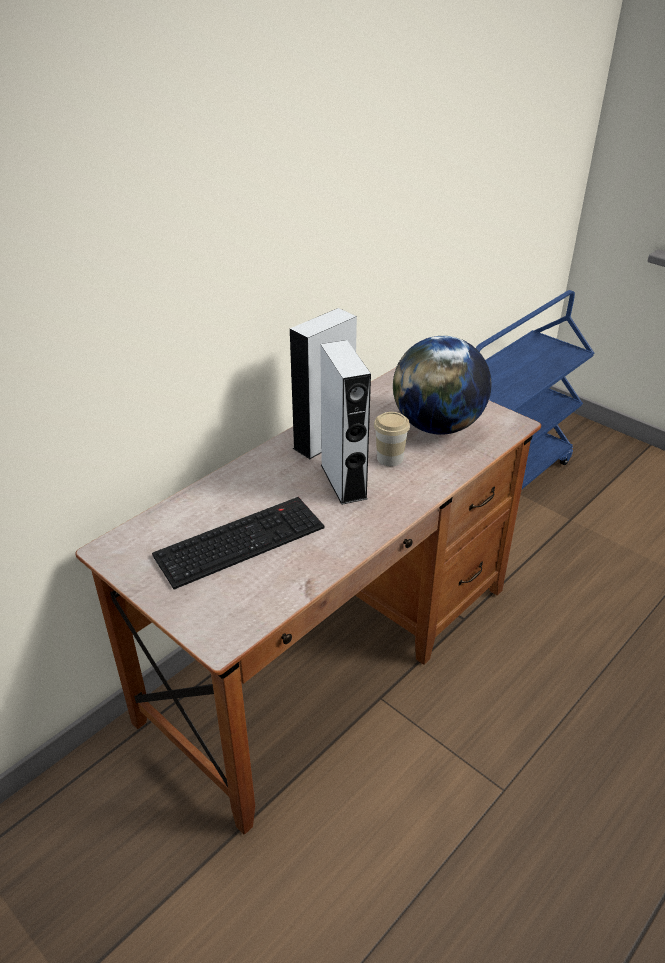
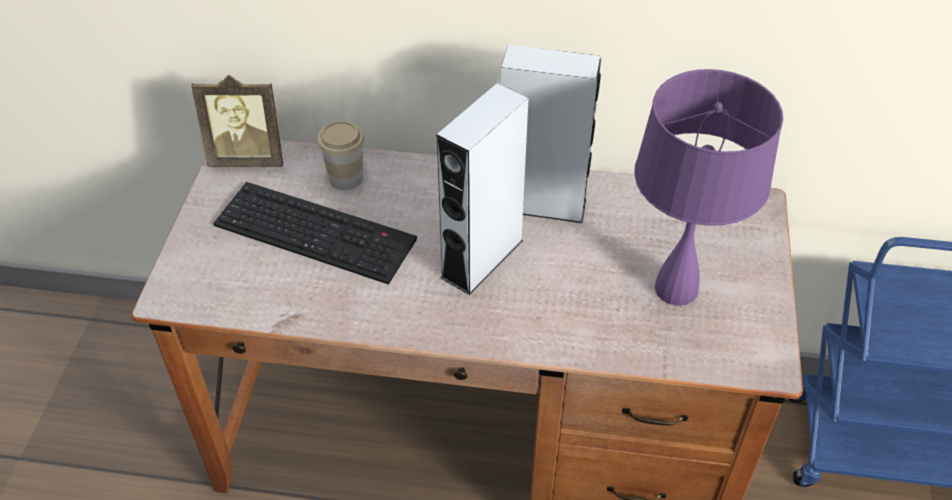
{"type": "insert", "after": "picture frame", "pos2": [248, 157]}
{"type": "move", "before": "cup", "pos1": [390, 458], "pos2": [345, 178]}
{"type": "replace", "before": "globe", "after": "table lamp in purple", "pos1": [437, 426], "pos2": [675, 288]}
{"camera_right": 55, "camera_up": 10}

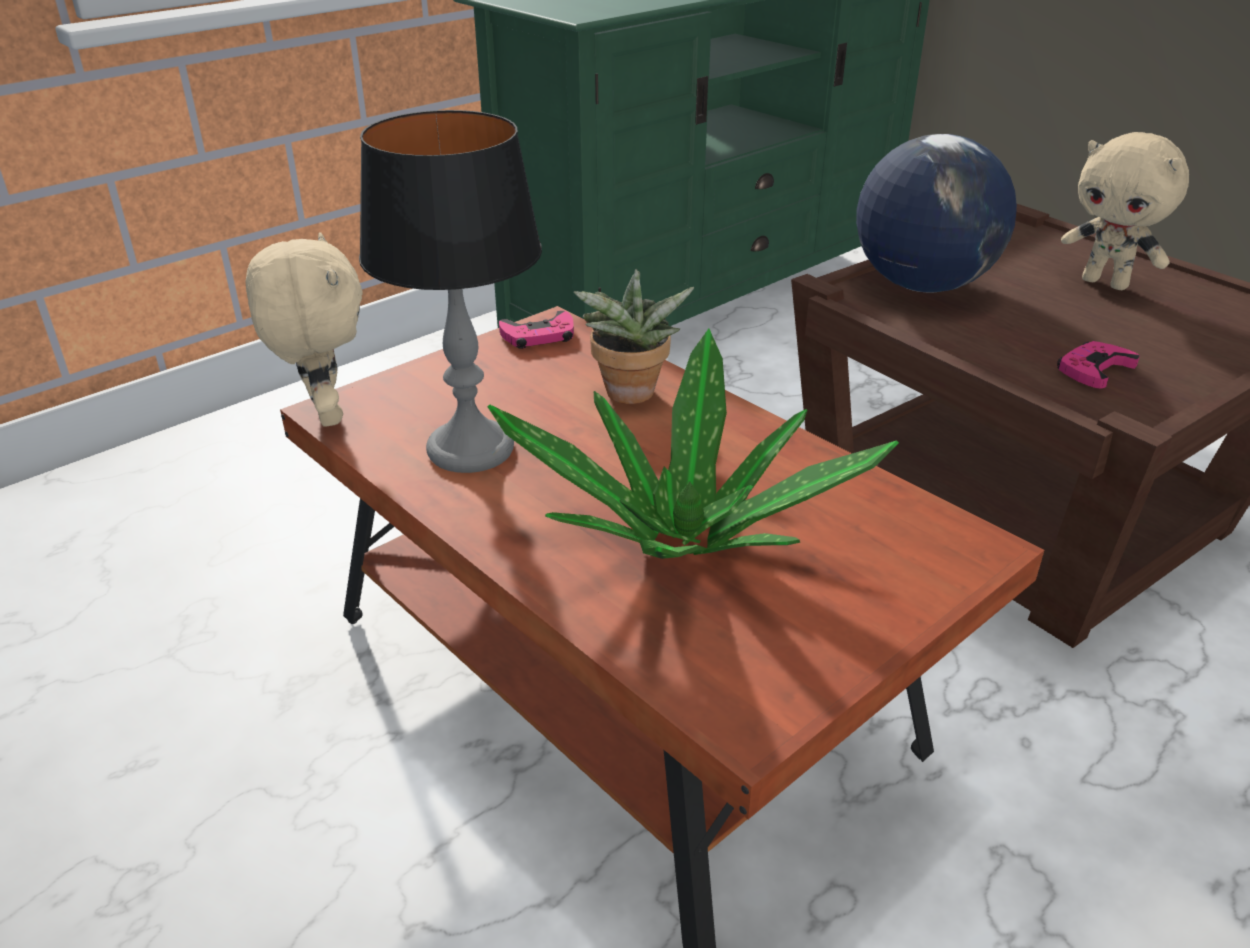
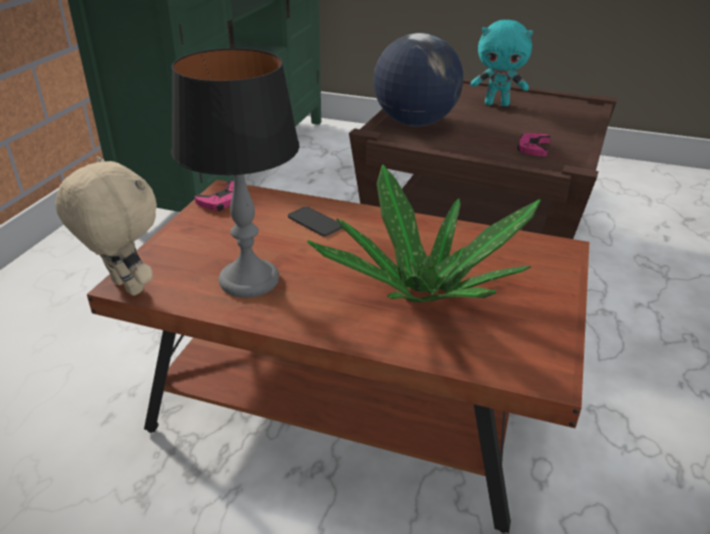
{"type": "replace", "before": "potted plant", "after": "phone", "pos1": [629, 396], "pos2": [315, 222]}
{"type": "recolor", "before": "plush toy in beige", "after": "plush toy in turquoise", "pos1": [1106, 283], "pos2": [497, 104]}
{"camera_right": -30, "camera_up": 0}

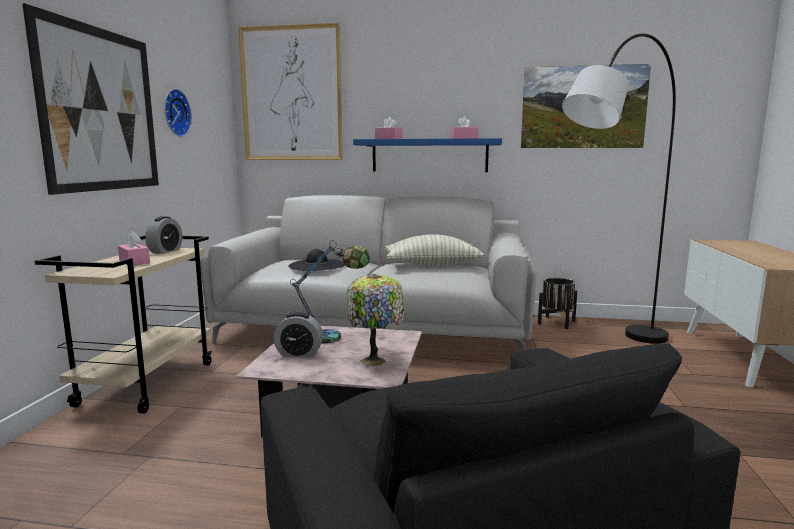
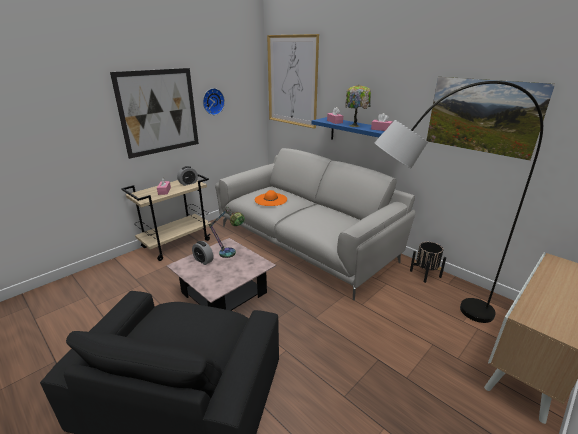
{"type": "recolor", "before": "hat in black", "after": "hat in orange", "pos1": [317, 265], "pos2": [271, 199]}
{"type": "move", "before": "table lamp", "pos1": [375, 360], "pos2": [355, 126]}
{"type": "delete", "before": "pillow", "pos1": [432, 265]}
{"camera_right": 35, "camera_up": 15}

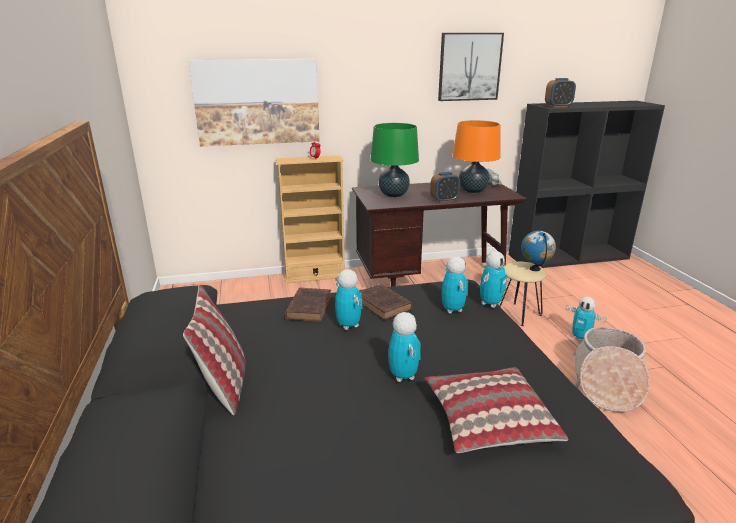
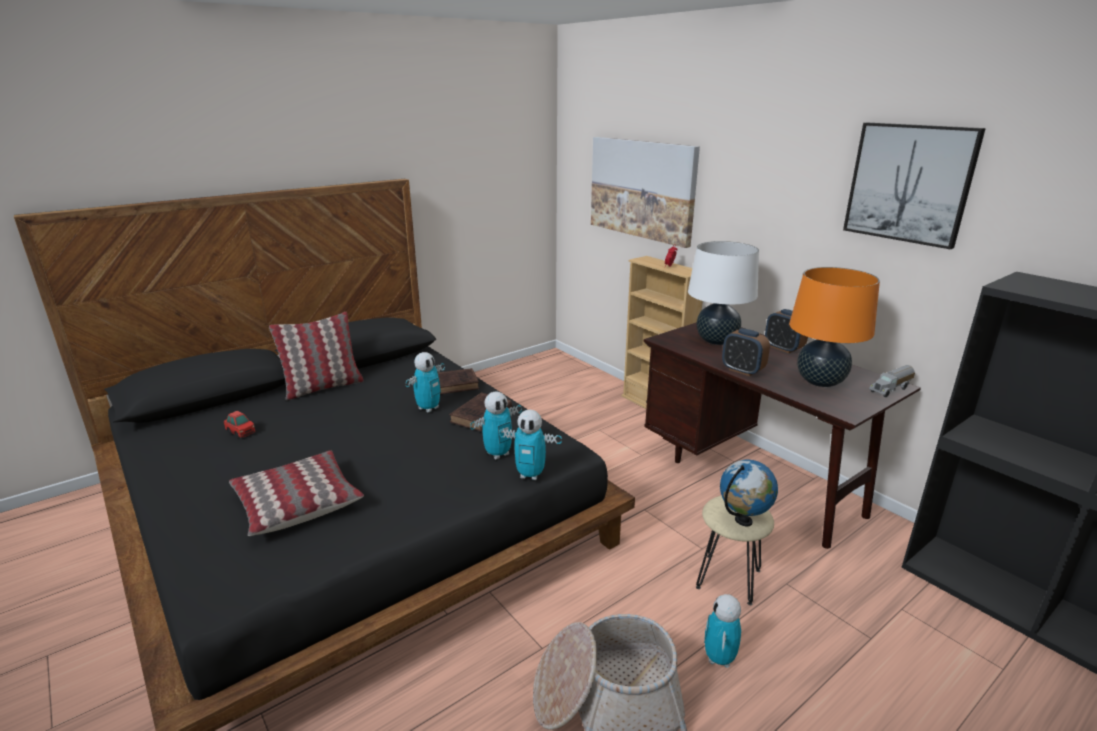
{"type": "insert", "after": "toy car", "pos2": [241, 432]}
{"type": "recolor", "before": "table lamp in green", "after": "table lamp in white", "pos1": [393, 195], "pos2": [716, 341]}
{"type": "move", "before": "alarm clock", "pos1": [558, 106], "pos2": [783, 348]}
{"type": "delete", "before": "toy robot", "pos1": [403, 376]}
{"camera_right": 65, "camera_up": 0}

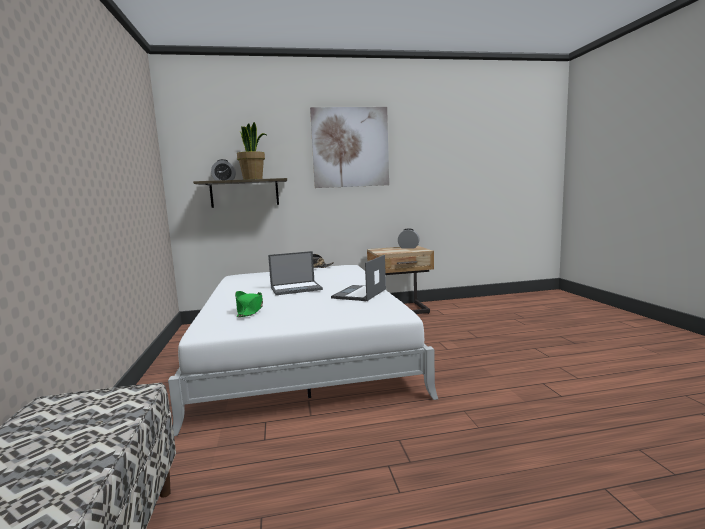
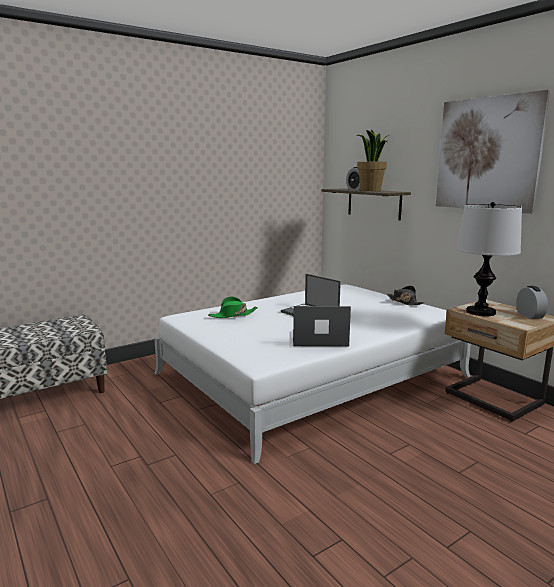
{"type": "insert", "after": "table lamp", "pos2": [481, 312]}
{"camera_right": 65, "camera_up": 5}

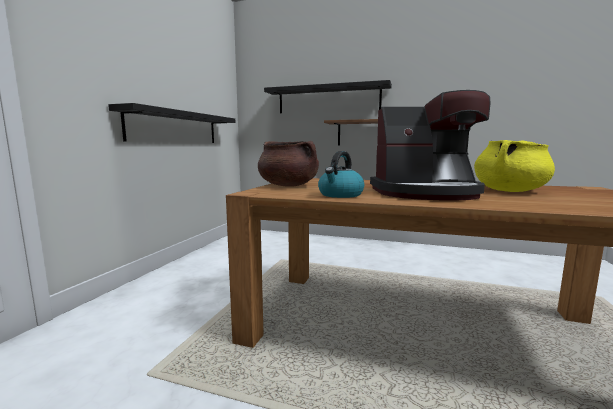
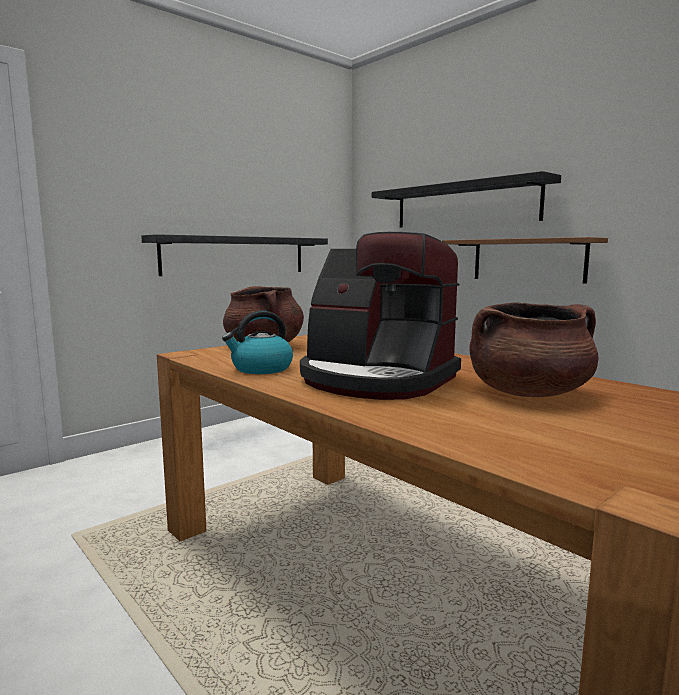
{"type": "recolor", "before": "cooking pot in yellow", "after": "cooking pot in brown", "pos1": [509, 191], "pos2": [529, 393]}
{"camera_right": 30, "camera_up": 0}

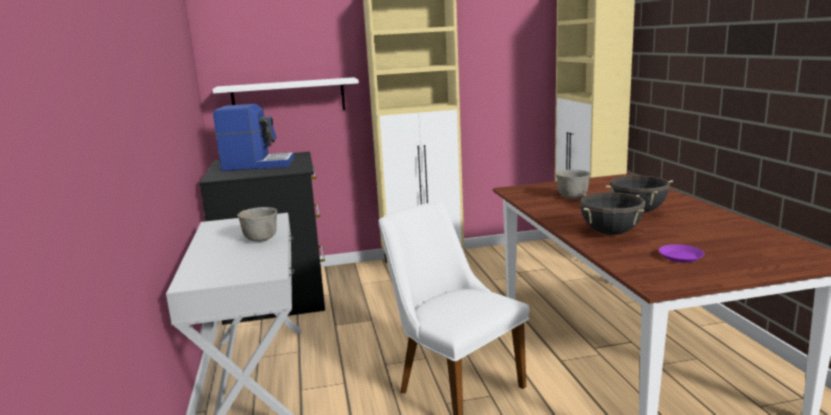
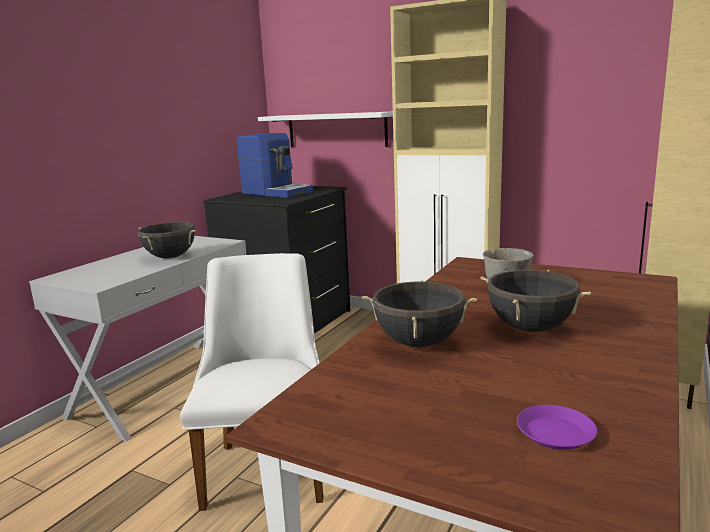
{"type": "replace", "before": "bowl in grey", "after": "cooking pot in black", "pos1": [260, 239], "pos2": [170, 257]}
{"type": "move", "before": "plate in purple", "pos1": [680, 256], "pos2": [555, 433]}
{"camera_right": 40, "camera_up": 0}

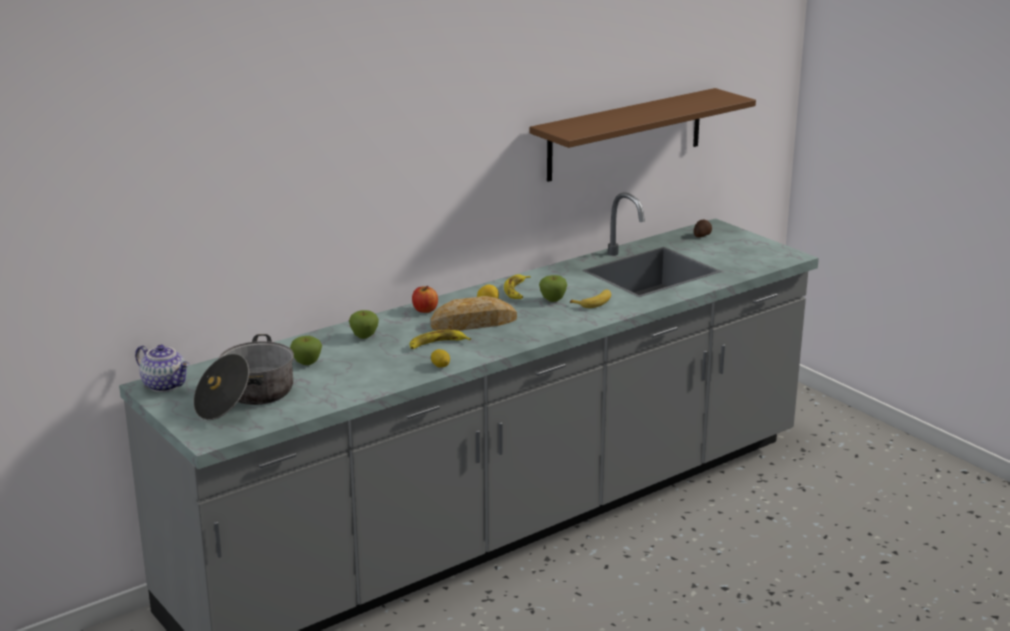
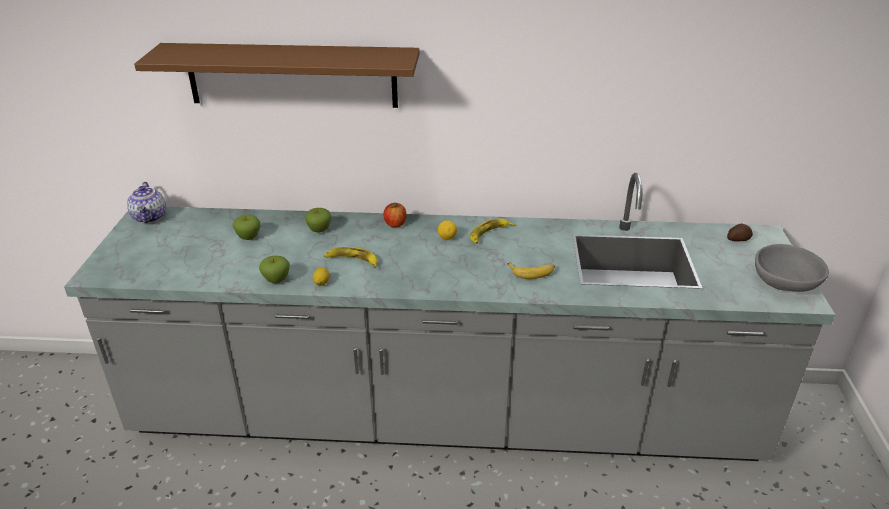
{"type": "move", "before": "shelf in brown", "pos1": [625, 134], "pos2": [292, 75]}
{"type": "move", "before": "apple", "pos1": [553, 300], "pos2": [276, 280]}
{"type": "insert", "after": "bowl in grey", "pos2": [783, 284]}
{"type": "delete", "before": "cooking pot", "pos1": [246, 398]}
{"type": "delete", "before": "bread", "pos1": [473, 323]}
{"camera_right": 40, "camera_up": 10}

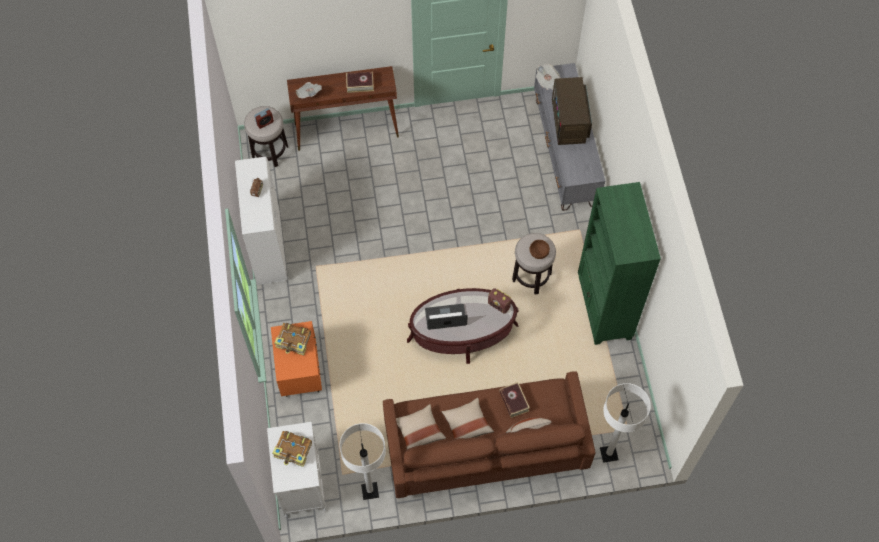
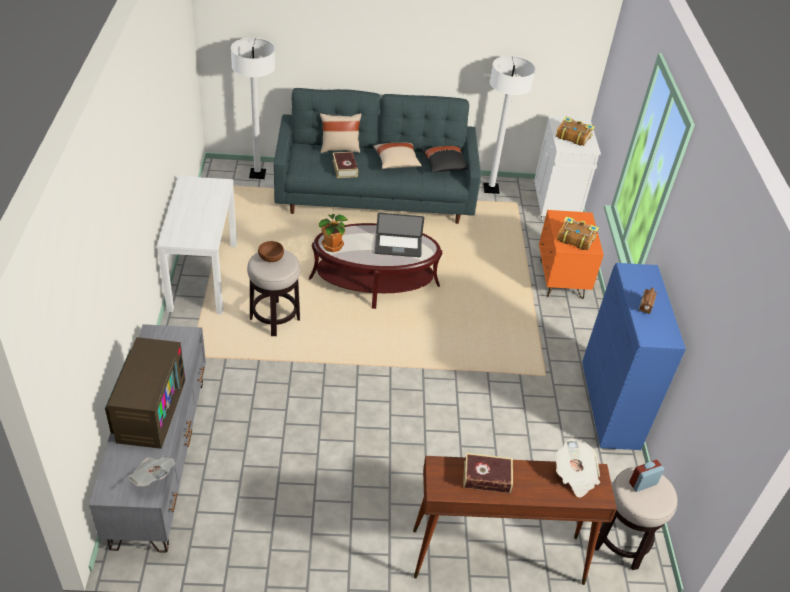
{"type": "replace", "before": "bookcase in green", "after": "console table in white", "pos1": [604, 308], "pos2": [203, 275]}
{"type": "recolor", "before": "sofa in brown", "after": "sofa in grey", "pos1": [485, 447], "pos2": [375, 197]}
{"type": "replace", "before": "radio", "after": "potted plant", "pos1": [499, 305], "pos2": [333, 246]}
{"type": "recolor", "before": "pillow in beige", "after": "pillow in black", "pos1": [419, 431], "pos2": [444, 166]}
{"type": "recolor", "before": "cabinet in white", "after": "cabinet in blue", "pos1": [268, 247], "pos2": [609, 407]}
{"camera_right": -175, "camera_up": -20}

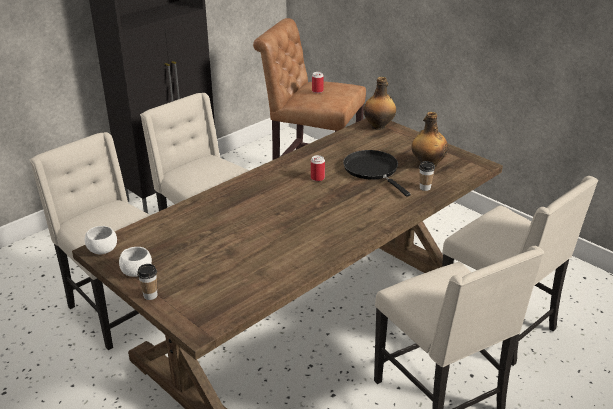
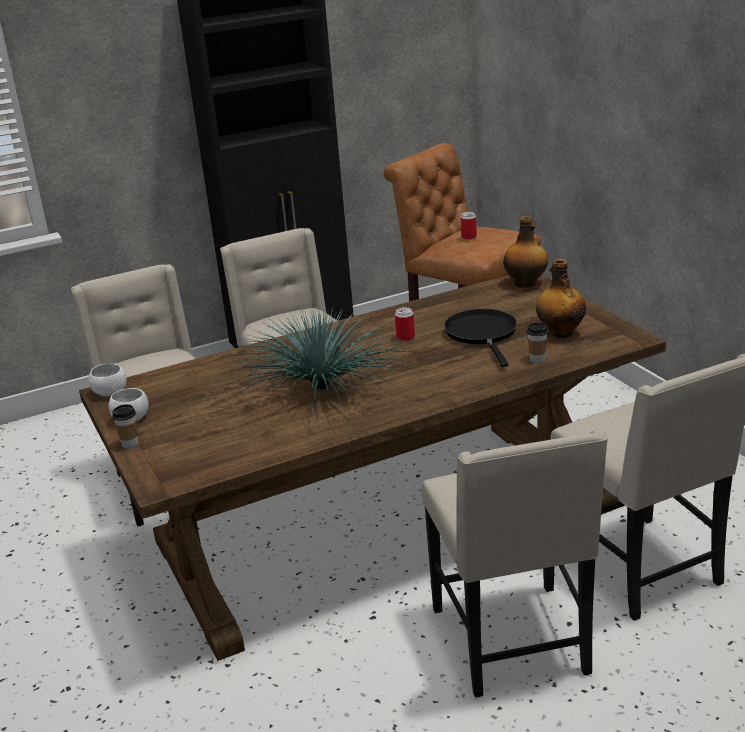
{"type": "insert", "after": "potted plant", "pos2": [322, 389]}
{"camera_right": 20, "camera_up": -5}

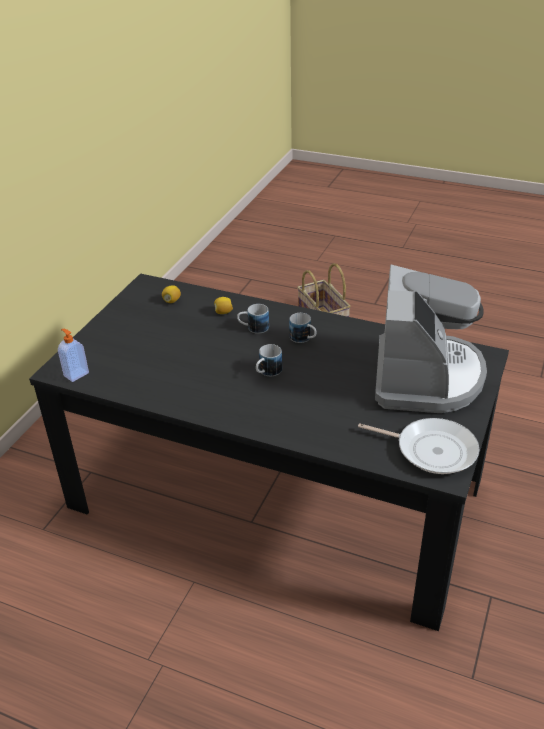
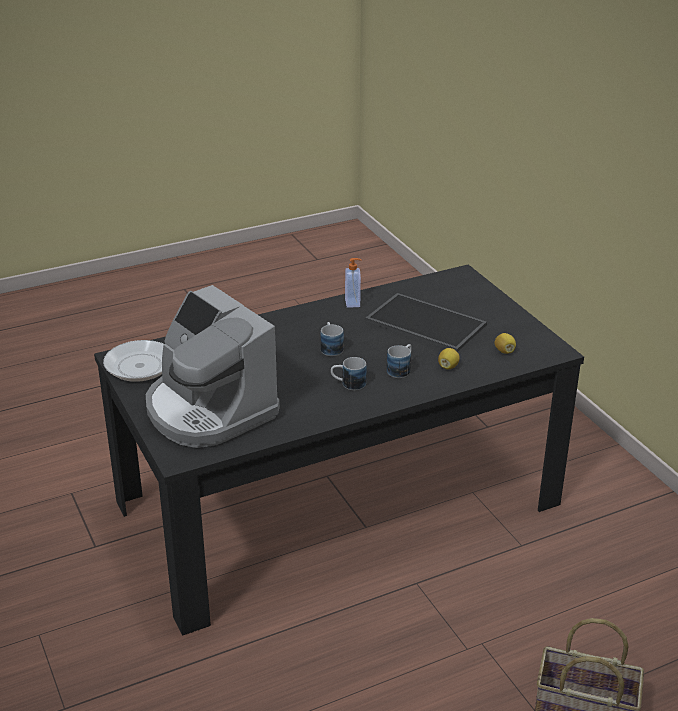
{"type": "move", "before": "soap dispenser", "pos1": [76, 374], "pos2": [353, 303]}
{"type": "insert", "after": "tray", "pos2": [423, 323]}
{"camera_right": 130, "camera_up": -5}

